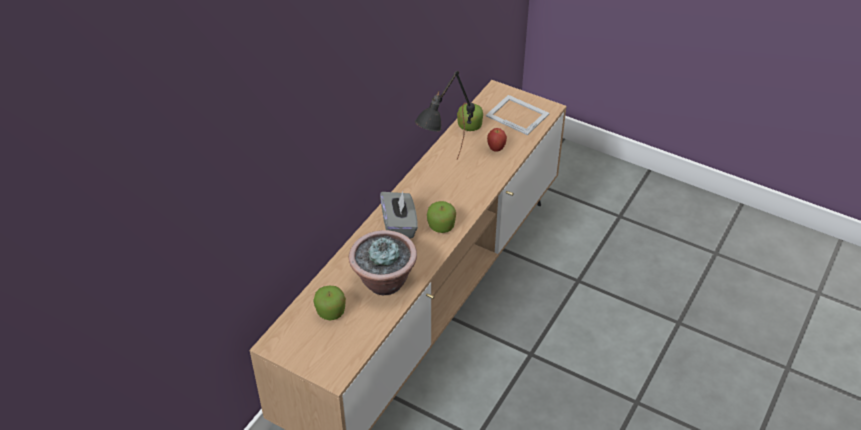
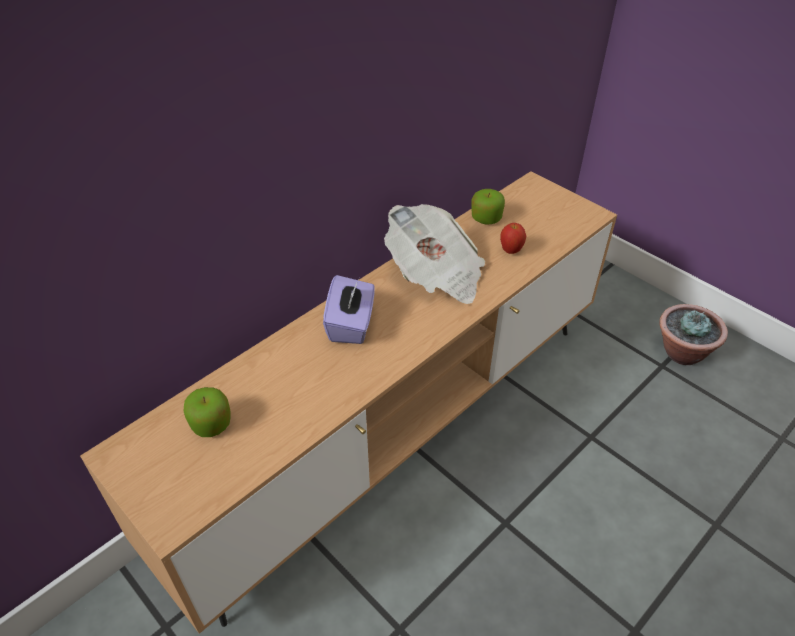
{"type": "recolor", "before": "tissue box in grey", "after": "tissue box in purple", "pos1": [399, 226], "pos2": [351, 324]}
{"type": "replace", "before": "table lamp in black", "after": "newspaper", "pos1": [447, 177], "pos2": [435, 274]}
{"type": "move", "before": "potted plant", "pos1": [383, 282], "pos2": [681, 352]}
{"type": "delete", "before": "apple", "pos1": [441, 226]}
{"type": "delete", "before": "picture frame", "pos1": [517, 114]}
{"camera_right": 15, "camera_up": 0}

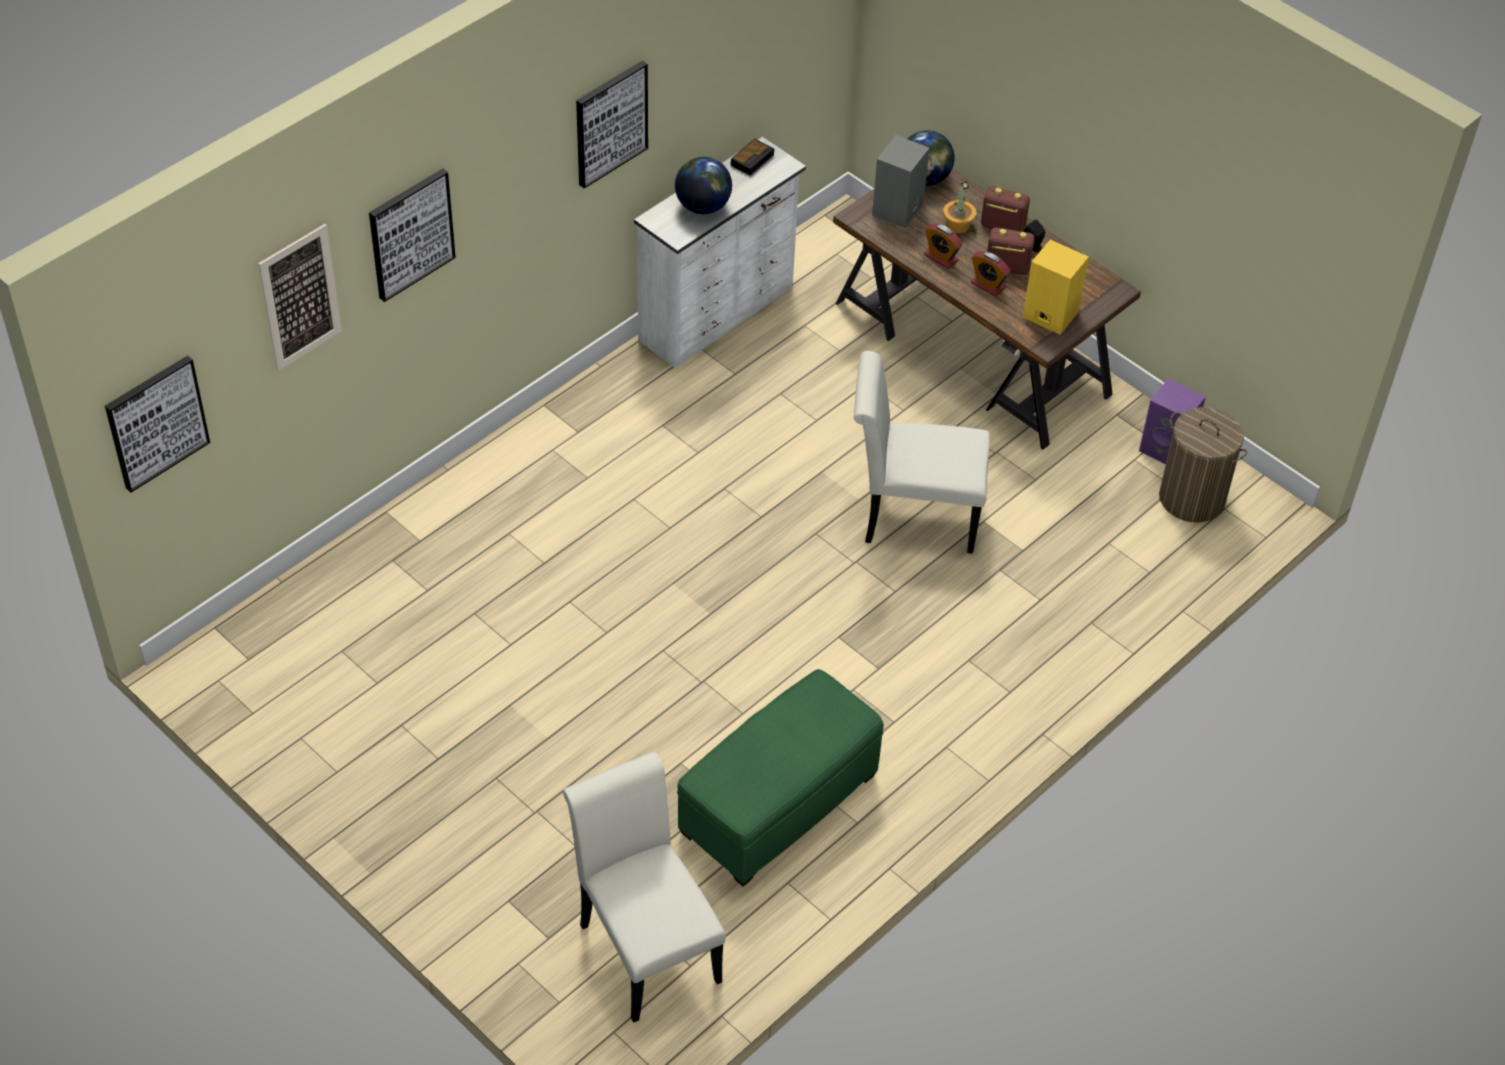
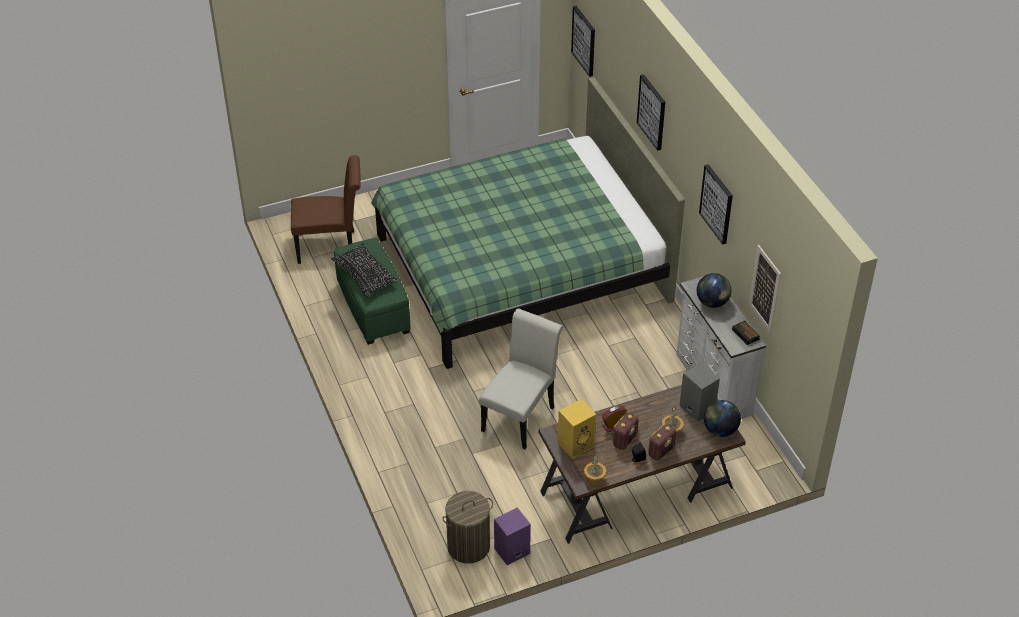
{"type": "recolor", "before": "chair in white", "after": "chair in brown", "pos1": [645, 944], "pos2": [331, 246]}
{"type": "insert", "after": "pillow in black", "pos2": [365, 276]}
{"type": "insert", "after": "bed in green", "pos2": [520, 267]}
{"type": "insert", "after": "potted plant", "pos2": [594, 478]}
{"type": "move", "before": "picture", "pos1": [300, 297], "pos2": [765, 288]}
{"type": "delete", "before": "alarm clock", "pos1": [941, 258]}
{"camera_right": 115, "camera_up": -5}

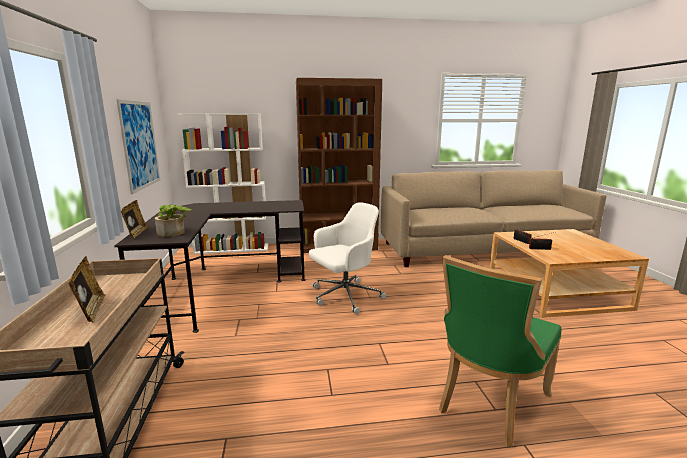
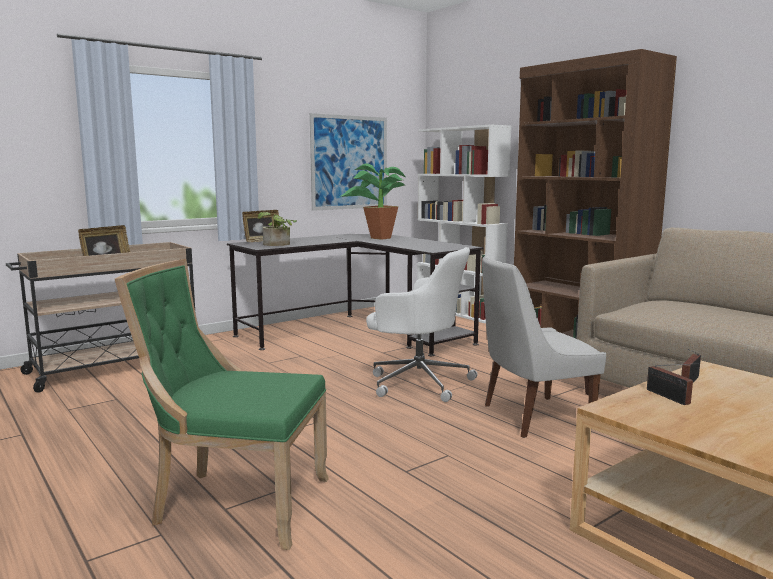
{"type": "insert", "after": "potted plant", "pos2": [376, 238]}
{"type": "insert", "after": "chair in white", "pos2": [532, 417]}
{"camera_right": 60, "camera_up": -5}

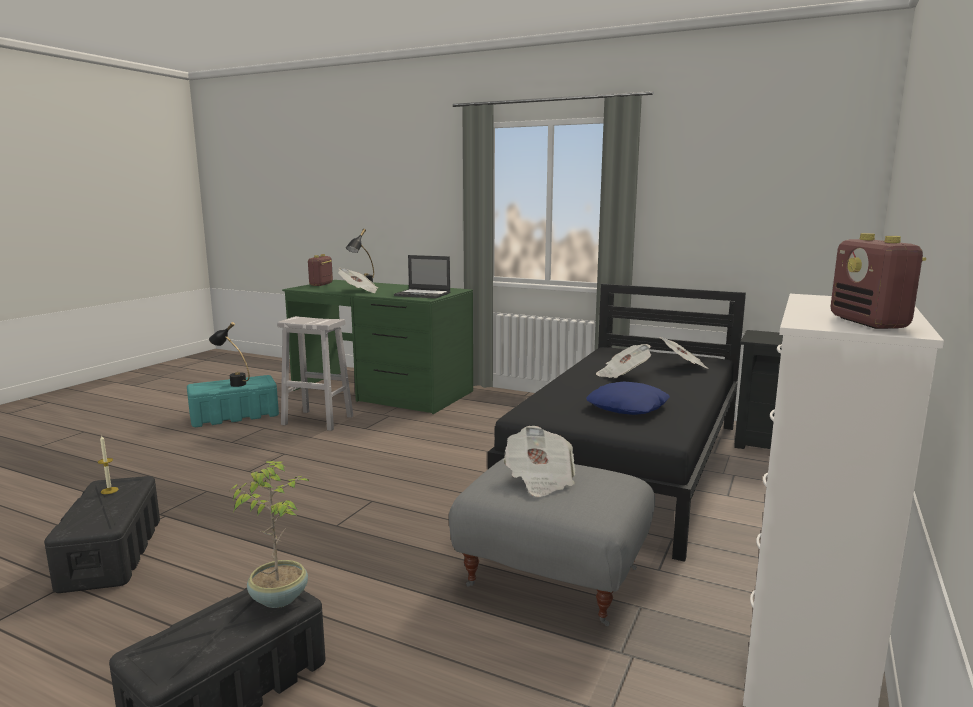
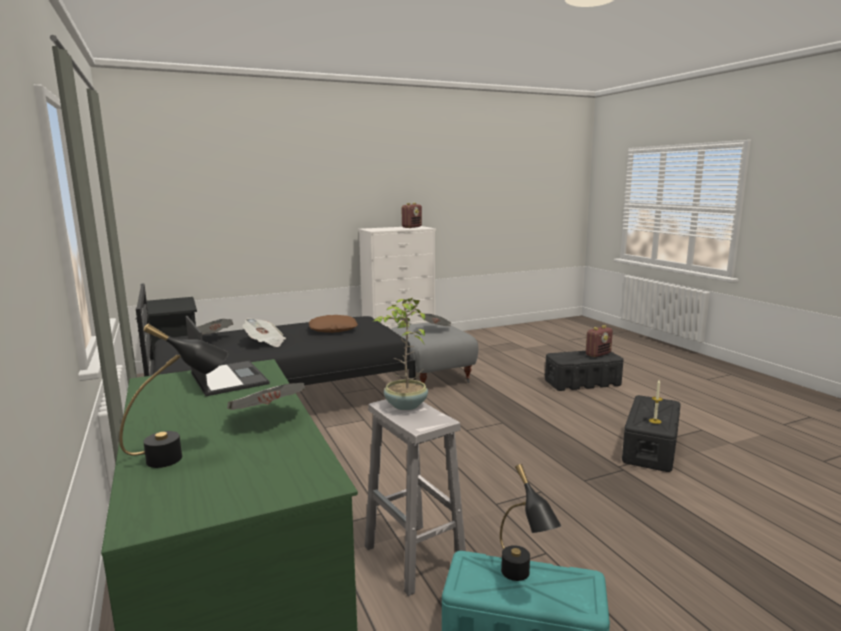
{"type": "recolor", "before": "pillow in blue", "after": "pillow in brown", "pos1": [628, 407], "pos2": [333, 329]}
{"type": "move", "before": "potted plant", "pos1": [279, 597], "pos2": [405, 406]}
{"type": "move", "before": "radio", "pos1": [321, 284], "pos2": [598, 354]}
{"camera_right": -140, "camera_up": 0}

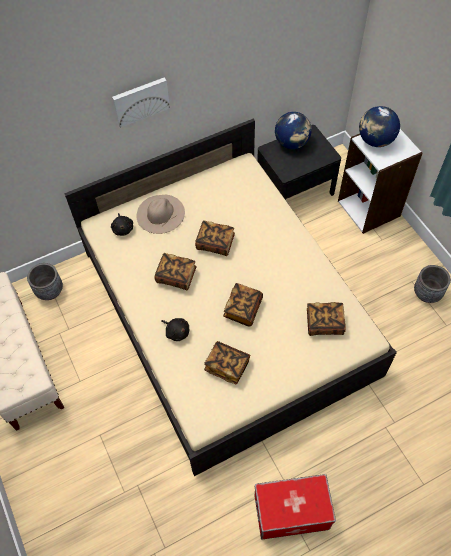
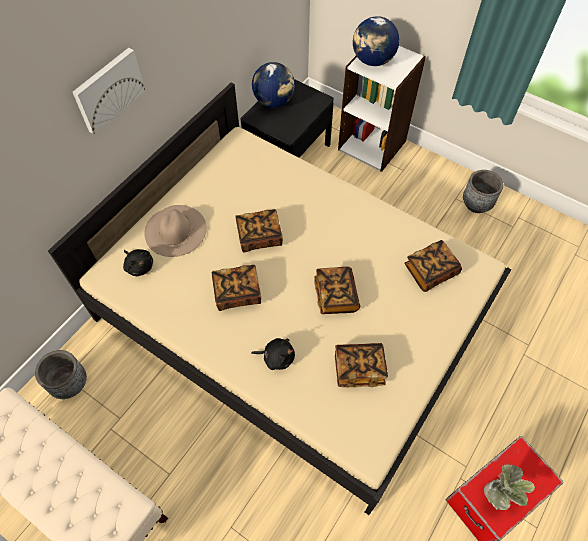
{"type": "insert", "after": "potted plant", "pos2": [497, 494]}
{"camera_right": -30, "camera_up": 0}

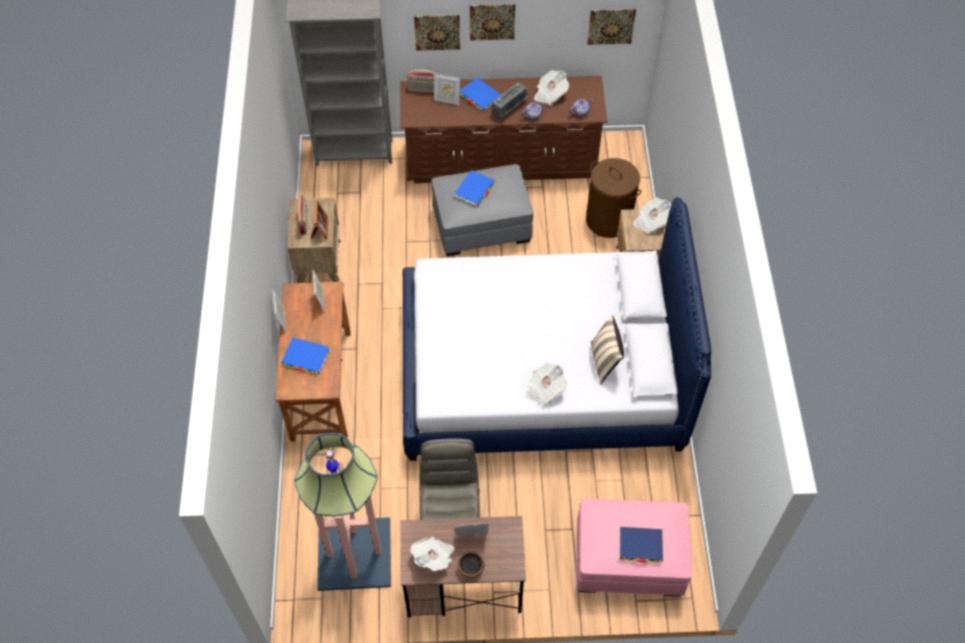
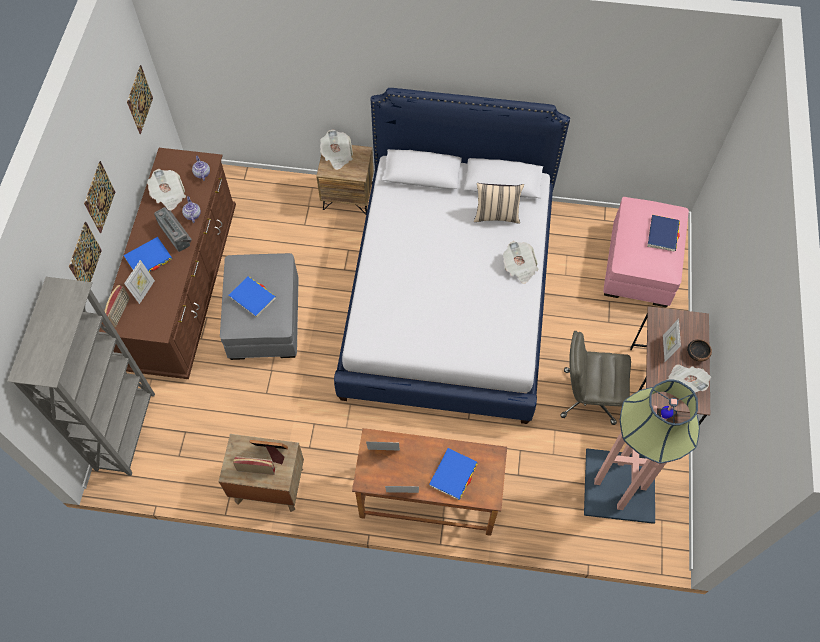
{"type": "delete", "before": "laundry basket in brown", "pos1": [609, 220]}
{"camera_right": -80, "camera_up": 5}

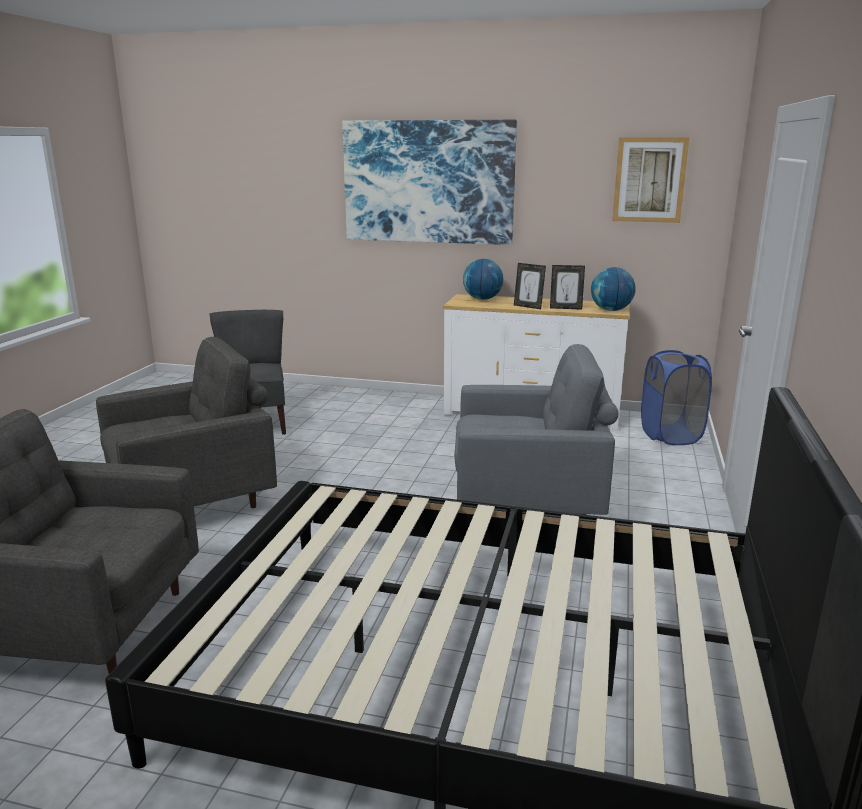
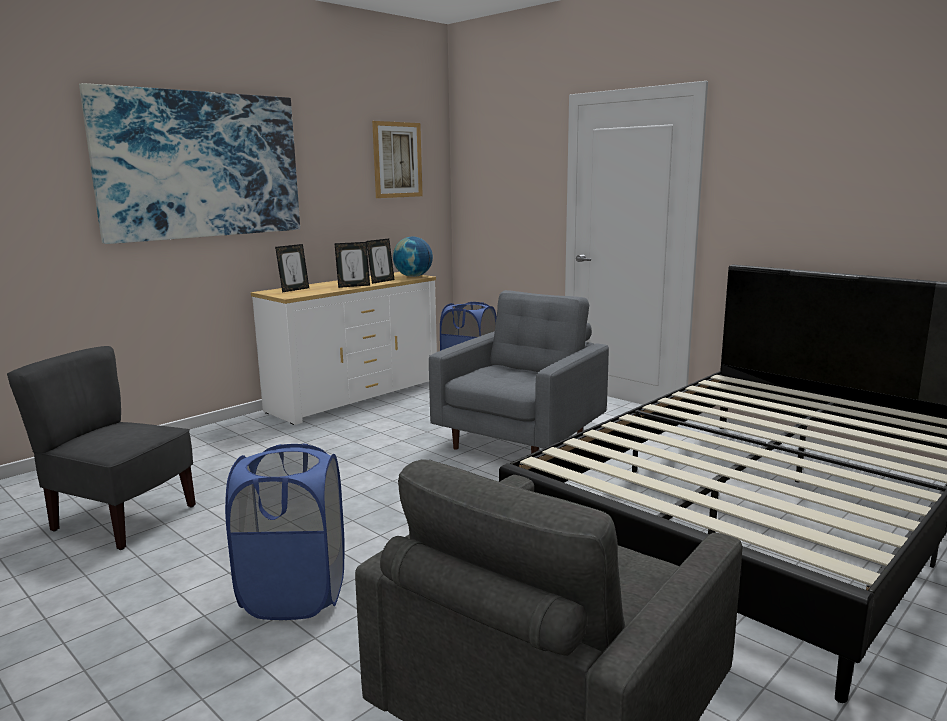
{"type": "replace", "before": "armchair in grey", "after": "laundry basket in blue", "pos1": [193, 499], "pos2": [295, 595]}
{"type": "replace", "before": "globe", "after": "picture frame", "pos1": [482, 299], "pos2": [294, 290]}
{"camera_right": -60, "camera_up": -5}

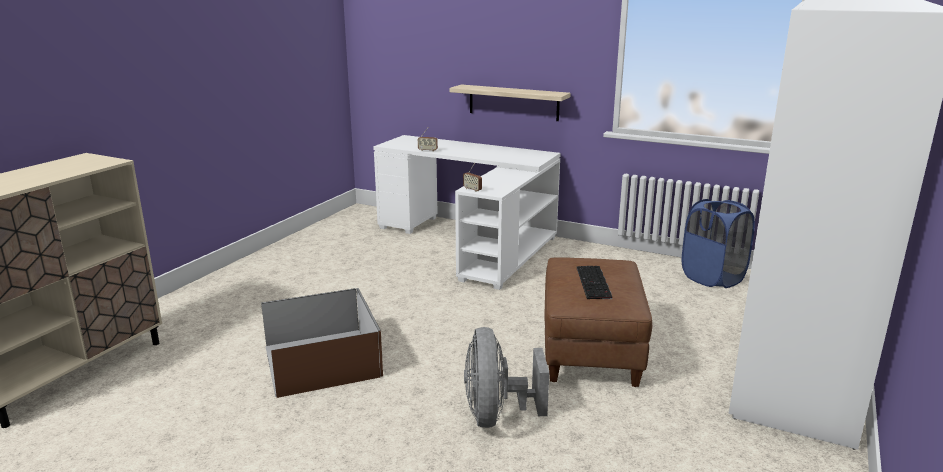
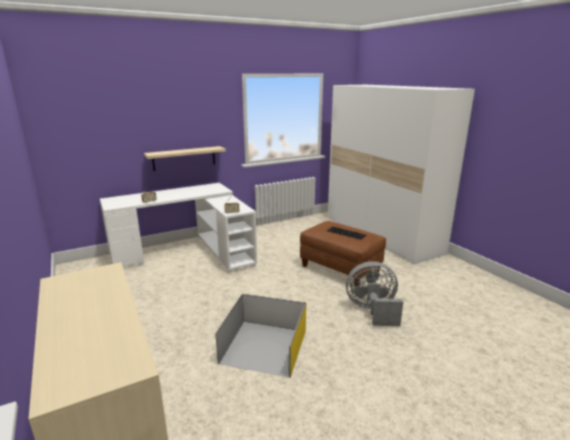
{"type": "recolor", "before": "storage box in brown", "after": "storage box in yellow", "pos1": [321, 360], "pos2": [263, 346]}
{"type": "rotate", "before": "fan in grey", "pos1": [496, 415], "pos2": [372, 311], "turn": 150}
{"type": "delete", "before": "laundry basket in blue", "pos1": [712, 278]}
{"camera_right": -55, "camera_up": 0}

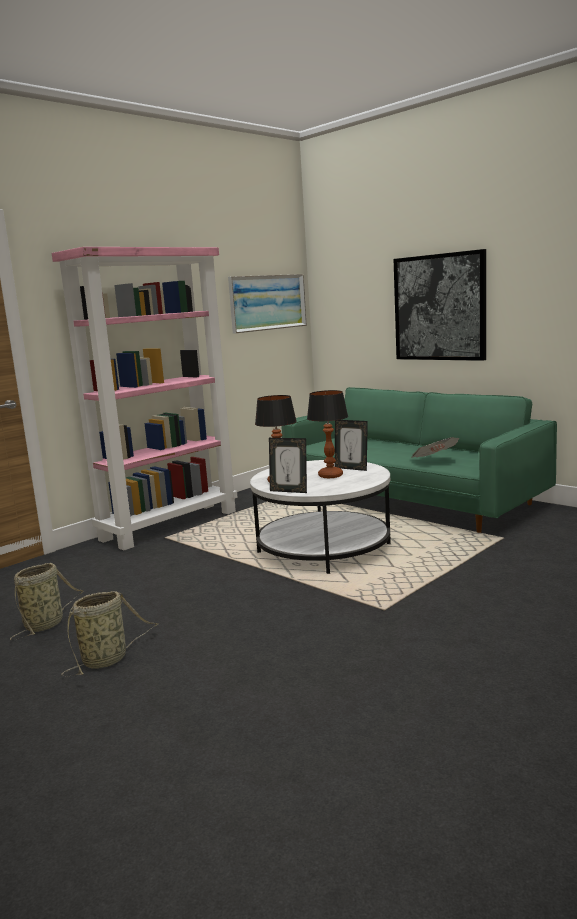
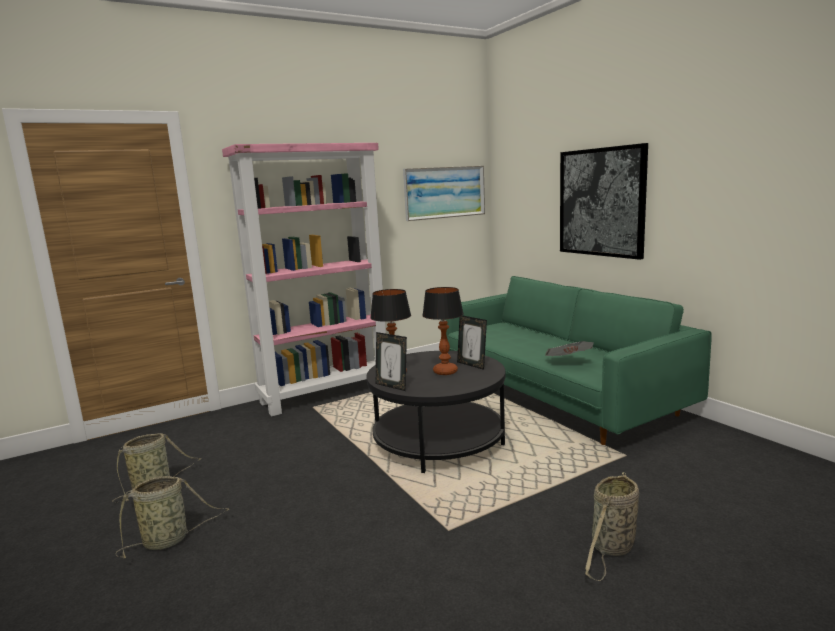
{"type": "recolor", "before": "coffee table in white", "after": "coffee table in black", "pos1": [324, 548], "pos2": [439, 441]}
{"type": "insert", "after": "basket", "pos2": [612, 548]}
{"camera_right": 15, "camera_up": 0}

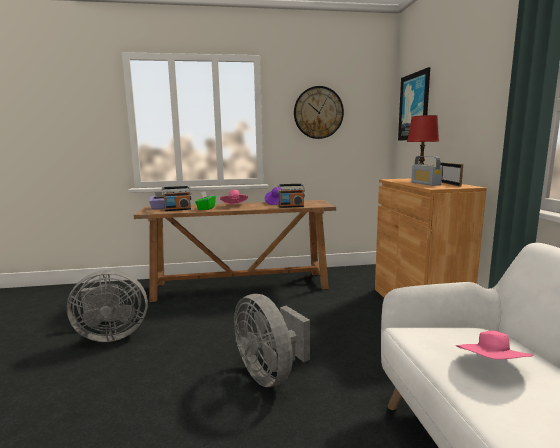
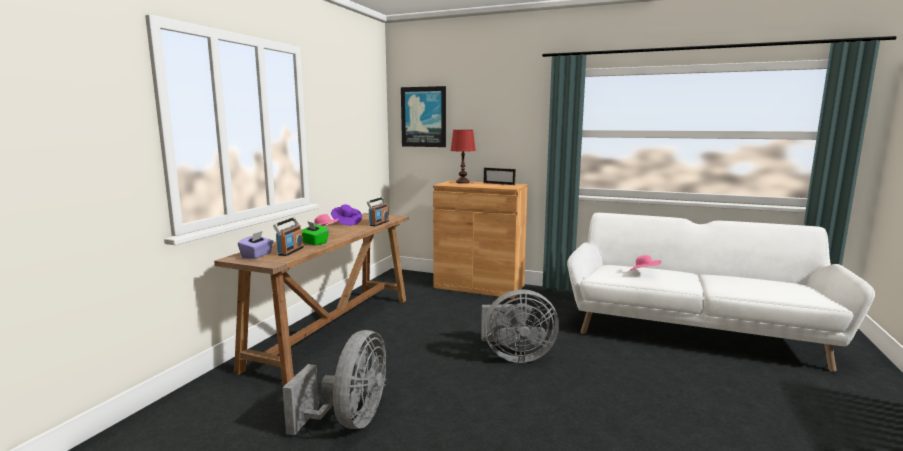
{"type": "delete", "before": "wall clock", "pos1": [318, 112]}
{"type": "delete", "before": "radio", "pos1": [425, 184]}
{"camera_right": -60, "camera_up": 0}

